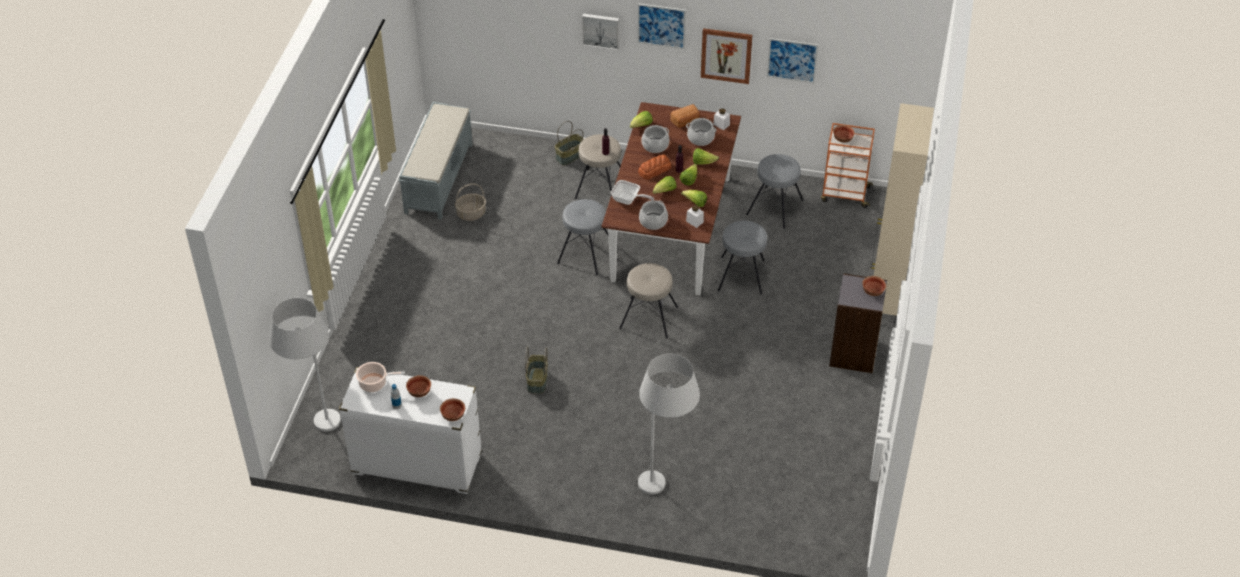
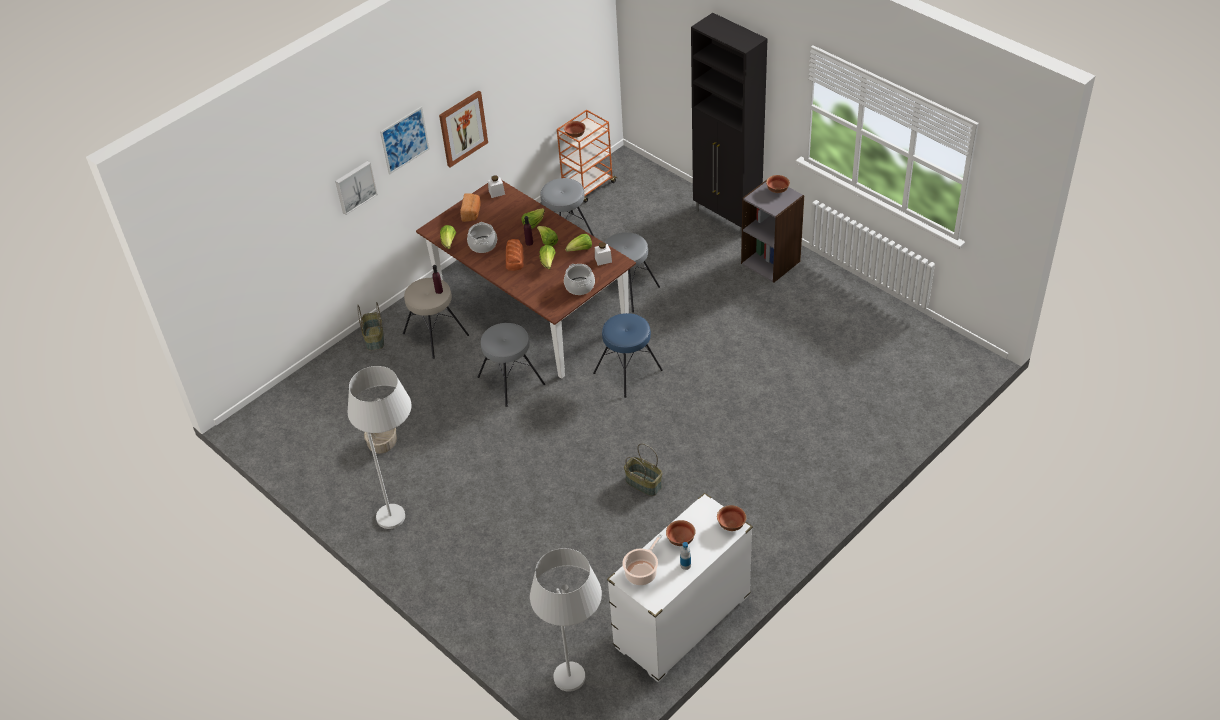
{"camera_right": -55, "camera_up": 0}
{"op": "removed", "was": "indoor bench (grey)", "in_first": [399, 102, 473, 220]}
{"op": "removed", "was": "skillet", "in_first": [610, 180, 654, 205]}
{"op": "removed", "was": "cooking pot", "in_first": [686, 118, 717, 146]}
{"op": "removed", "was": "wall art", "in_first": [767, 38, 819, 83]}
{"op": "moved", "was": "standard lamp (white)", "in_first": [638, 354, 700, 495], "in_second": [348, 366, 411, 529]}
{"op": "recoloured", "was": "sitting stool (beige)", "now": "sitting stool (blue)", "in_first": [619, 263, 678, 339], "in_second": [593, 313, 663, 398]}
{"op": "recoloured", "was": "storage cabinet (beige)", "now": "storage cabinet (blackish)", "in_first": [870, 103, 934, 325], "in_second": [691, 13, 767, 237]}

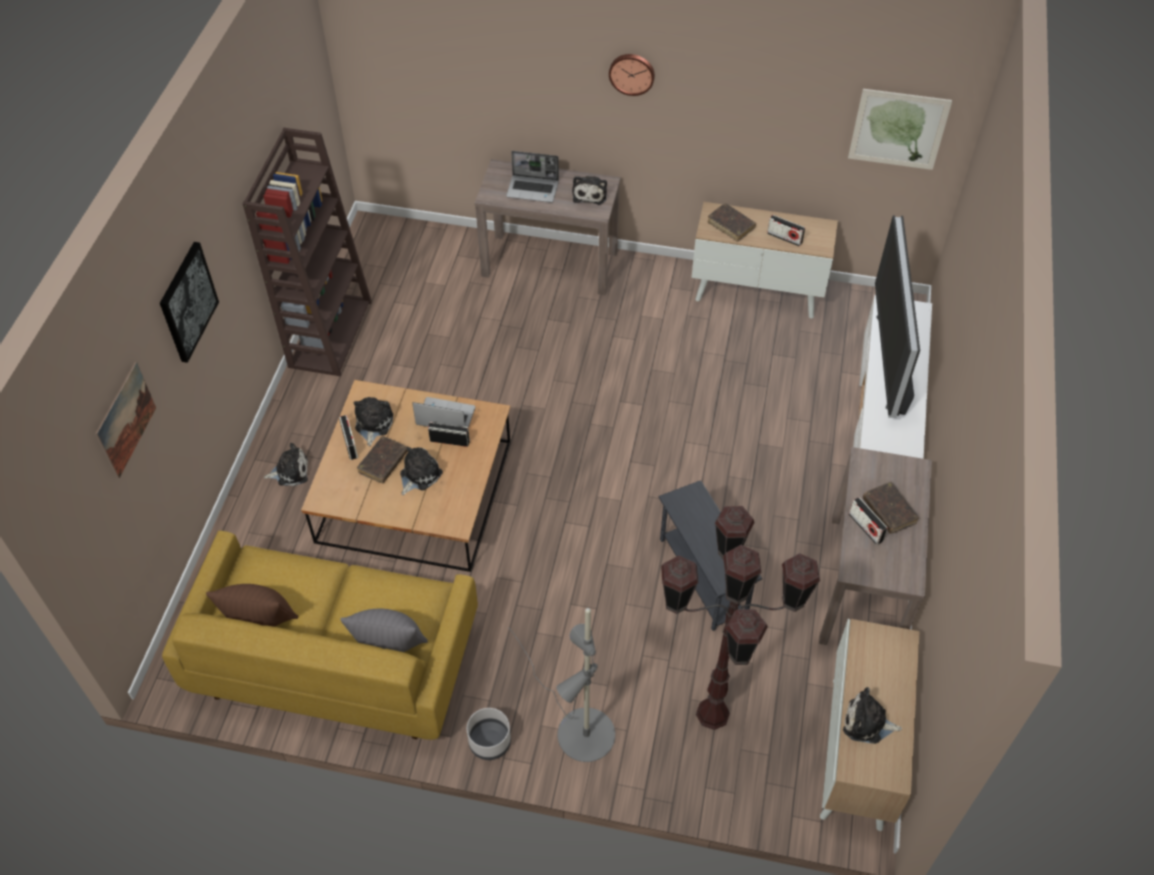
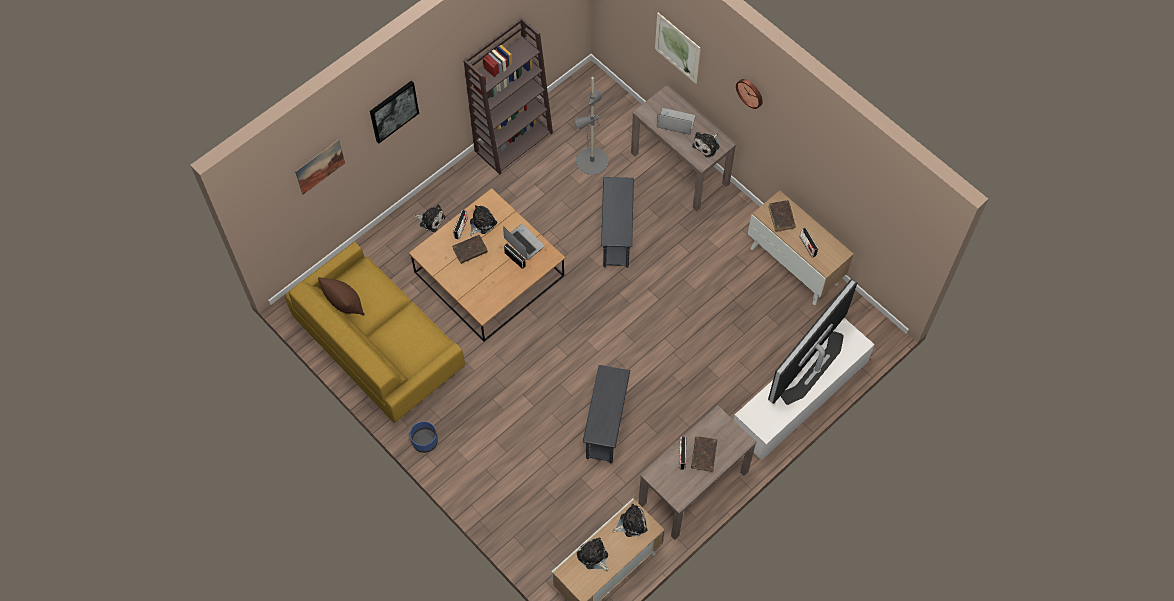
{"camera_right": 35, "camera_up": 10}
{"op": "removed", "was": "throw pillow (grey)", "in_first": [341, 609, 428, 652]}
{"op": "removed", "was": "standard lamp (brown)", "in_first": [661, 506, 820, 730]}
{"op": "added", "now": "accent table (grey)", "in_second": [601, 177, 634, 268]}
{"op": "moved", "was": "soft toy", "in_first": [400, 447, 443, 495], "in_second": [613, 504, 648, 537]}
{"op": "moved", "was": "standard lamp (grey)", "in_first": [508, 608, 615, 762], "in_second": [575, 77, 609, 175]}
{"op": "moved", "was": "wall art", "in_first": [848, 89, 952, 170], "in_second": [655, 13, 701, 84]}
{"op": "recoloured", "was": "plant pot (grey)", "now": "plant pot (blue)", "in_first": [467, 708, 511, 760], "in_second": [410, 421, 438, 453]}
{"op": "turned", "was": "notebook computer", "in_first": [506, 151, 559, 203], "in_second": [657, 108, 695, 135], "clockwise": 150}

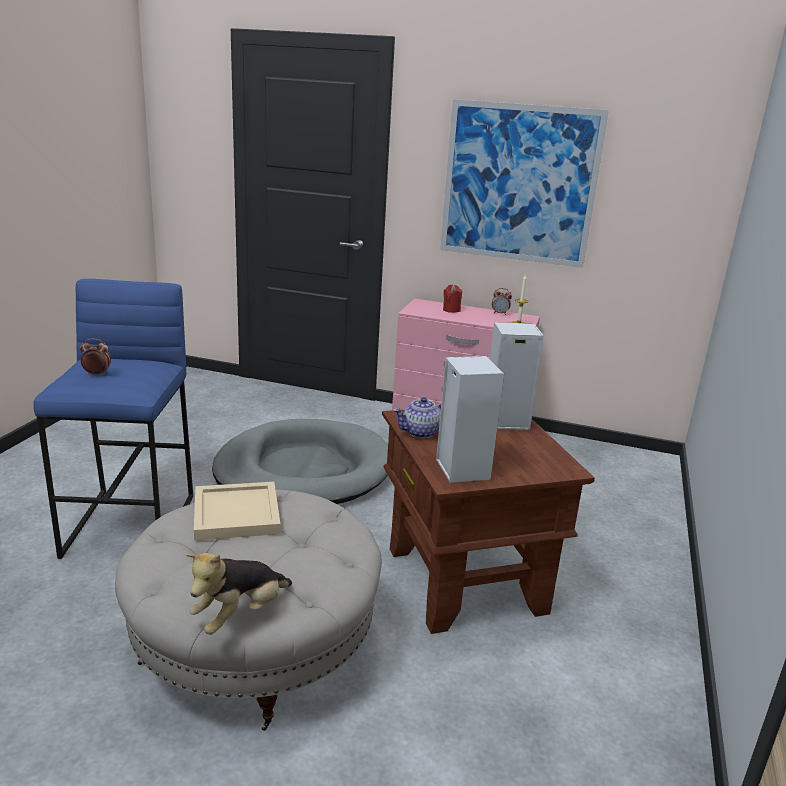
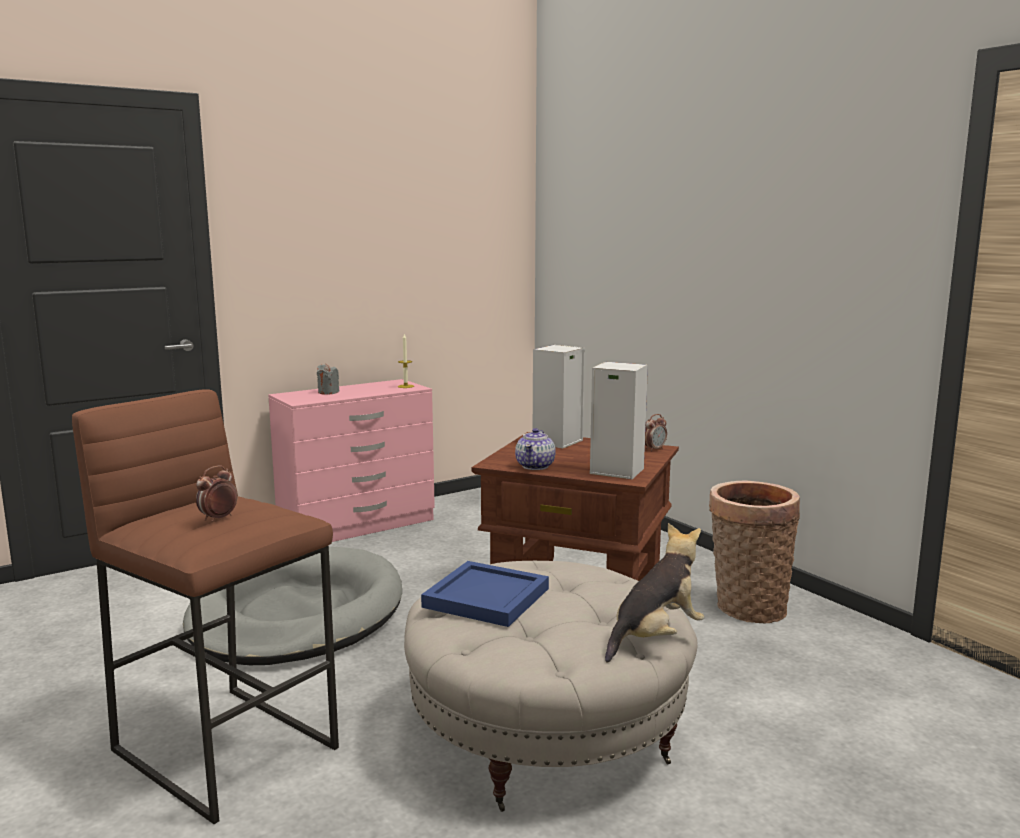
{"camera_right": -50, "camera_up": -10}
{"op": "removed", "was": "wall art", "in_first": [440, 99, 609, 268]}
{"op": "added", "now": "basket", "in_second": [709, 480, 800, 623]}
{"op": "moved", "was": "bedside clock", "in_first": [492, 288, 512, 315], "in_second": [645, 414, 667, 452]}
{"op": "recoloured", "was": "sitting stool (blue)", "now": "sitting stool (brown)", "in_first": [33, 279, 193, 559], "in_second": [72, 389, 339, 824]}
{"op": "recoloured", "was": "carrying tray (beige)", "now": "carrying tray (blue)", "in_first": [194, 482, 281, 541], "in_second": [421, 561, 549, 627]}
{"op": "recoloured", "was": "candle (red-coloured)", "now": "candle (grey)", "in_first": [443, 285, 462, 313], "in_second": [317, 364, 339, 395]}
{"op": "turned", "was": "soft toy", "in_first": [186, 553, 292, 635], "in_second": [605, 523, 704, 663], "clockwise": -120}

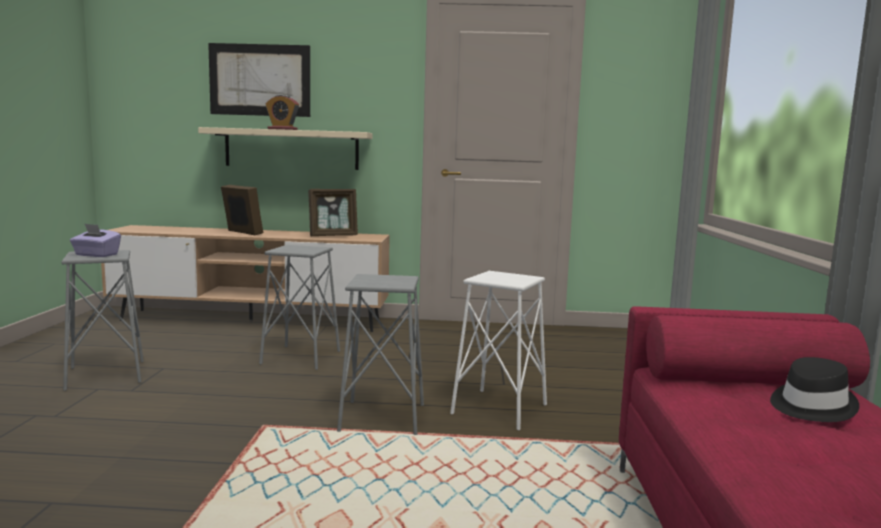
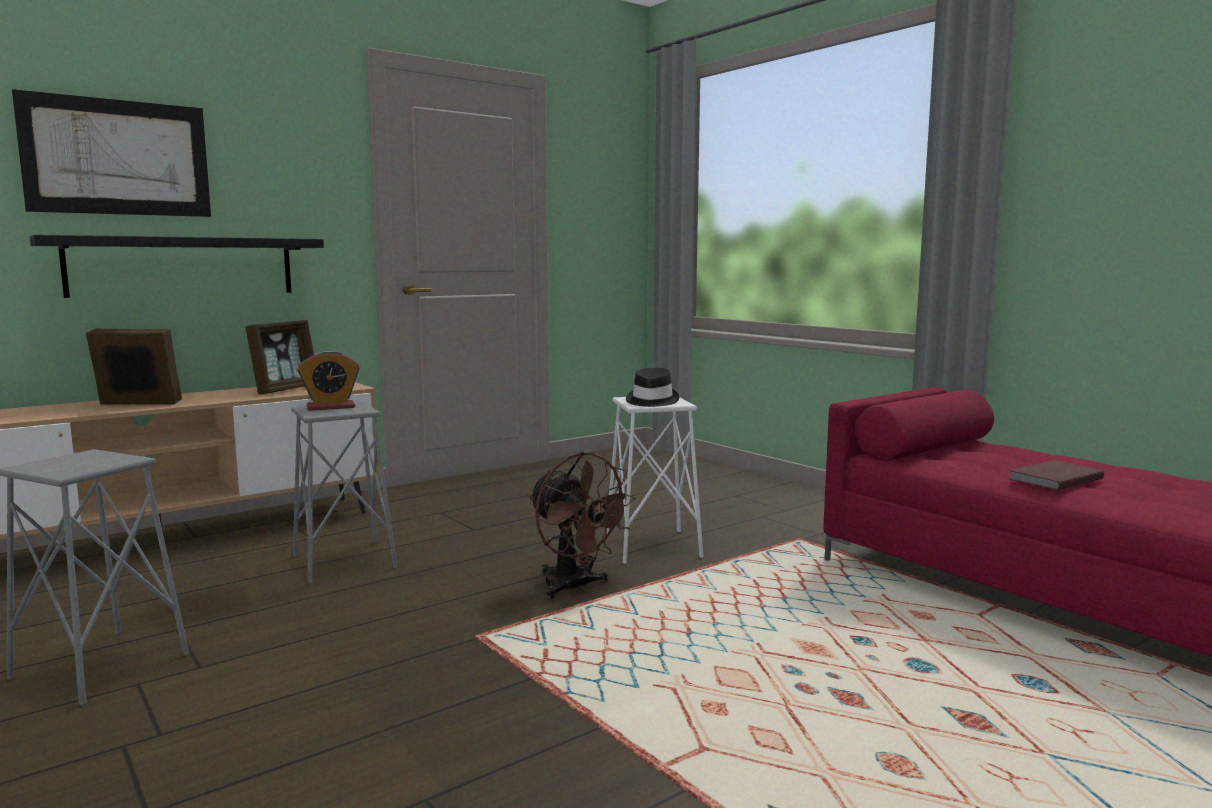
{"camera_right": -40, "camera_up": 0}
{"op": "removed", "was": "box of tissues (purple)", "in_first": [70, 223, 121, 257]}
{"op": "added", "now": "volume (brown)", "in_second": [1009, 460, 1104, 491]}
{"op": "moved", "was": "bedside clock", "in_first": [266, 95, 299, 130], "in_second": [297, 350, 360, 411]}
{"op": "moved", "was": "clothing hat (blackish)", "in_first": [770, 357, 859, 422], "in_second": [626, 368, 679, 407]}
{"op": "replaced", "was": "sitting stool (grey)", "now": "cooling fan (brown)", "in_first": [337, 274, 424, 435], "in_second": [529, 452, 636, 599]}
{"op": "recoloured", "was": "bracket shelf (beige)", "now": "bracket shelf (blackish)", "in_first": [198, 127, 372, 170], "in_second": [30, 235, 324, 298]}

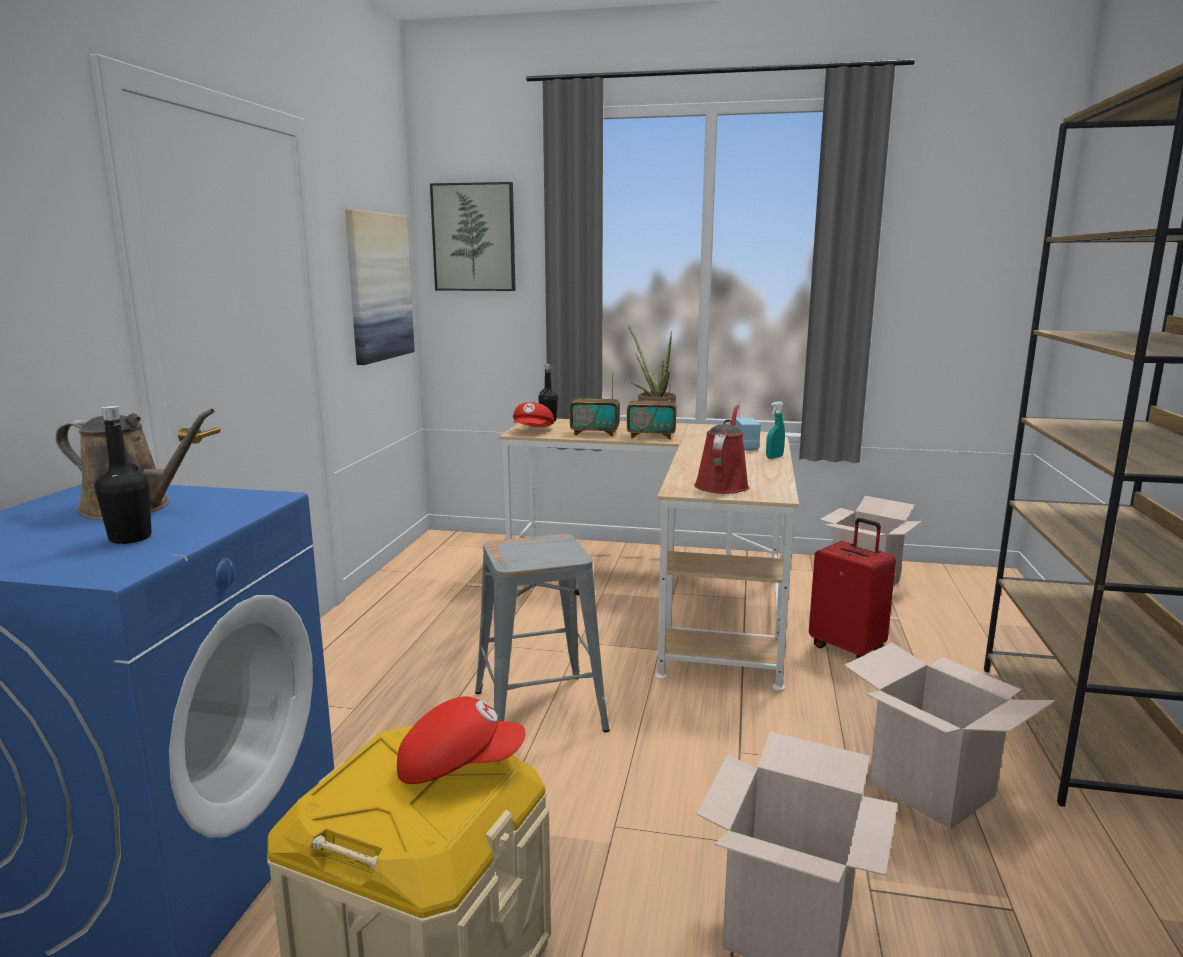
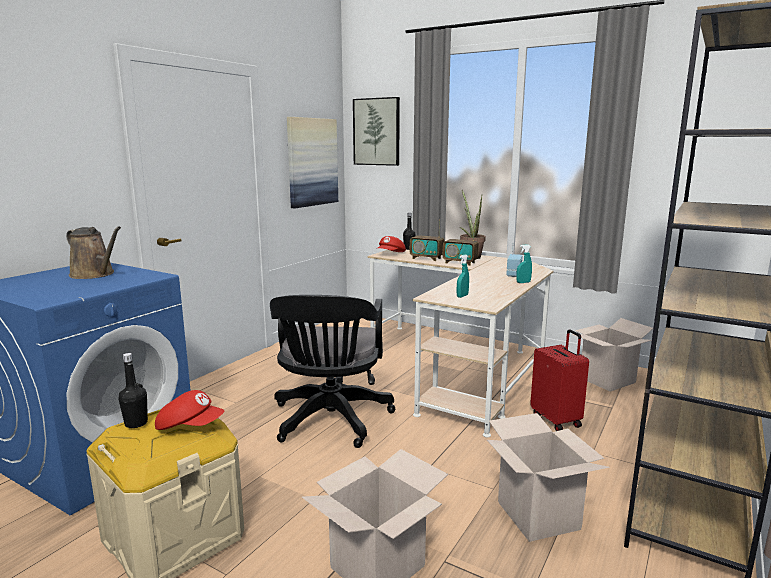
{"camera_right": 20, "camera_up": 0}
{"op": "moved", "was": "beverage bottle (blackish)", "in_first": [95, 406, 152, 544], "in_second": [118, 353, 148, 428]}
{"op": "replaced", "was": "sitting stool (grey)", "now": "office chair (blackish)", "in_first": [475, 534, 610, 733], "in_second": [270, 295, 396, 448]}
{"op": "replaced", "was": "sprinkling can (red-coloured)", "now": "sprayer (turquoise)", "in_first": [694, 405, 750, 494], "in_second": [457, 254, 469, 298]}

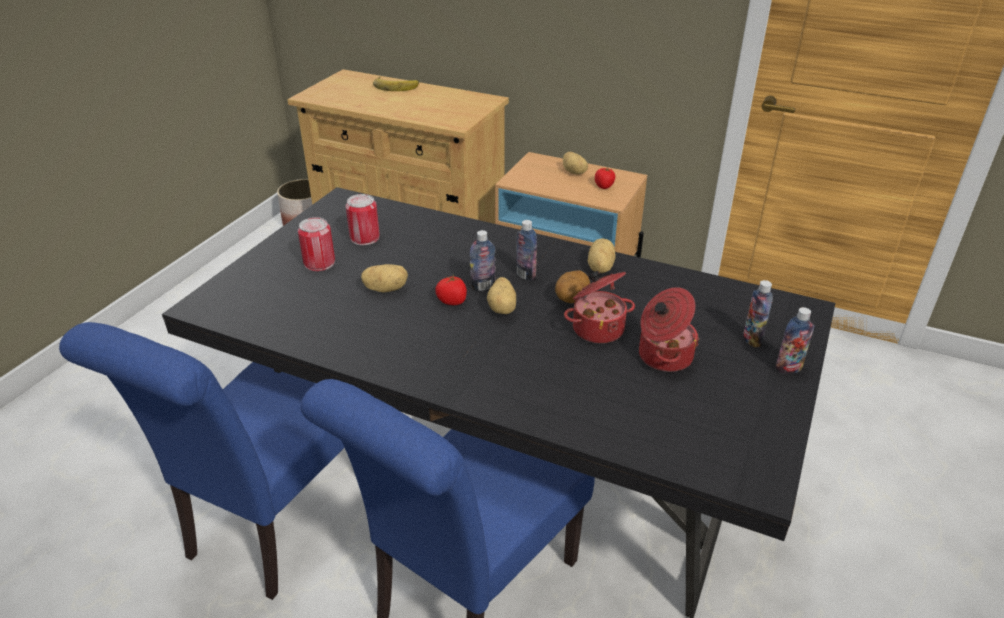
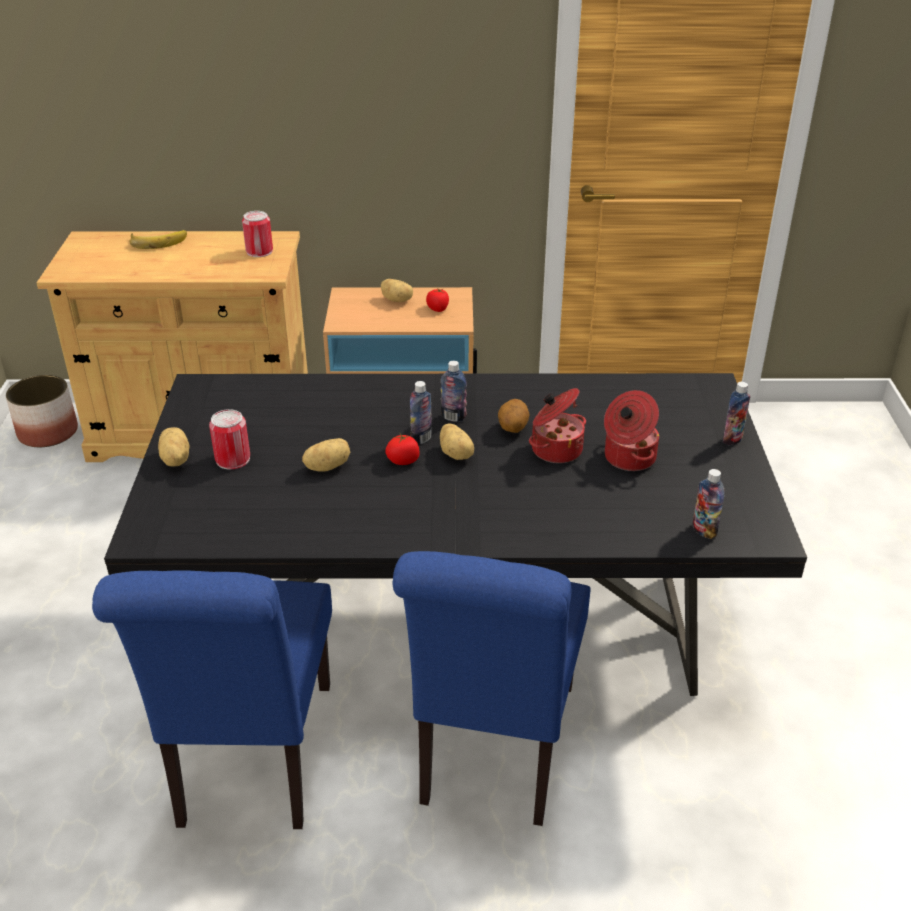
{"camera_right": -25, "camera_up": 0}
{"op": "moved", "was": "sealed can", "in_first": [346, 194, 380, 245], "in_second": [242, 211, 273, 257]}
{"op": "moved", "was": "whole potato", "in_first": [588, 238, 616, 273], "in_second": [158, 427, 190, 467]}
{"op": "moved", "was": "beverage bottle", "in_first": [743, 280, 773, 347], "in_second": [692, 469, 724, 539]}

